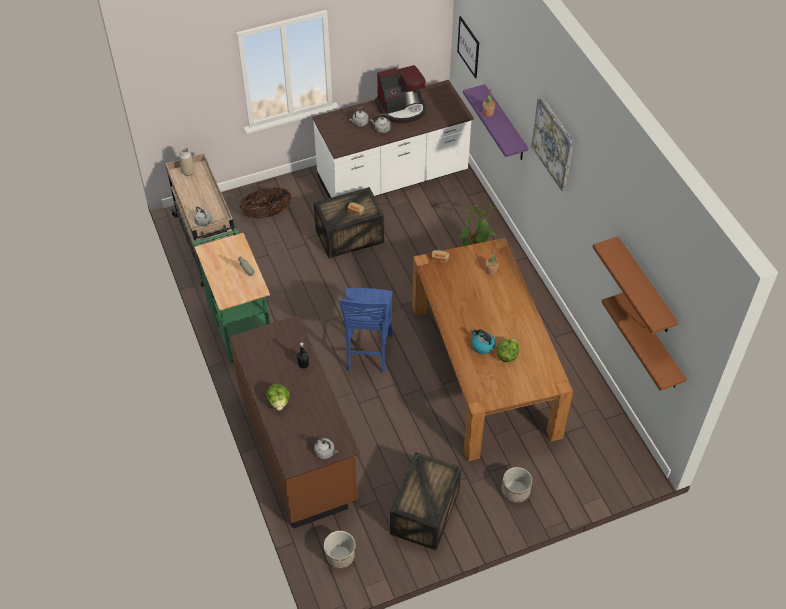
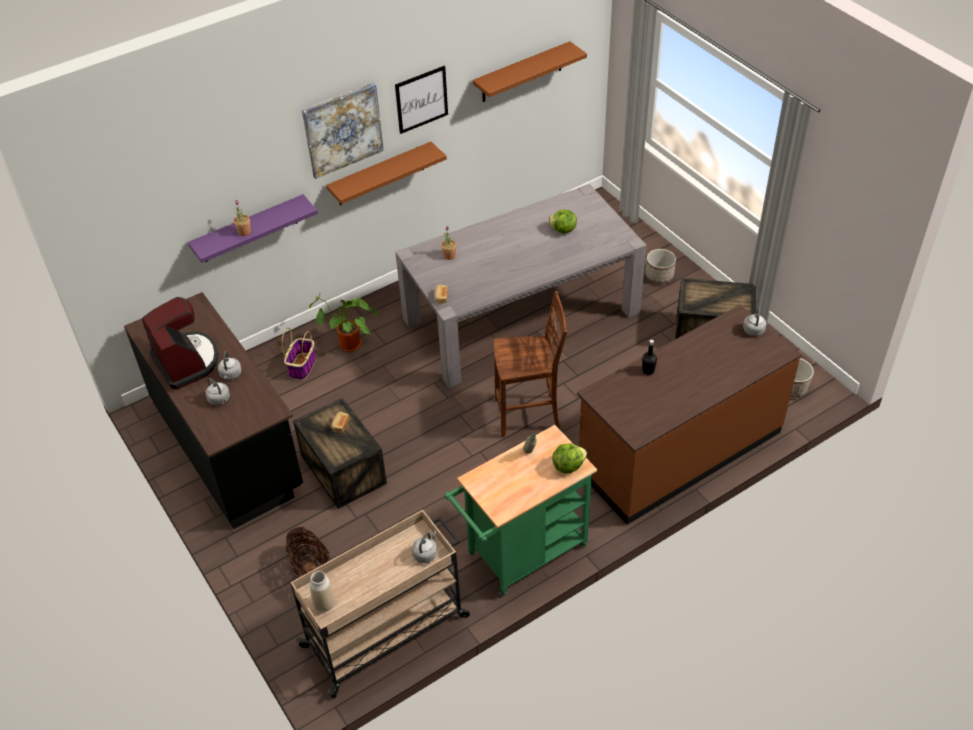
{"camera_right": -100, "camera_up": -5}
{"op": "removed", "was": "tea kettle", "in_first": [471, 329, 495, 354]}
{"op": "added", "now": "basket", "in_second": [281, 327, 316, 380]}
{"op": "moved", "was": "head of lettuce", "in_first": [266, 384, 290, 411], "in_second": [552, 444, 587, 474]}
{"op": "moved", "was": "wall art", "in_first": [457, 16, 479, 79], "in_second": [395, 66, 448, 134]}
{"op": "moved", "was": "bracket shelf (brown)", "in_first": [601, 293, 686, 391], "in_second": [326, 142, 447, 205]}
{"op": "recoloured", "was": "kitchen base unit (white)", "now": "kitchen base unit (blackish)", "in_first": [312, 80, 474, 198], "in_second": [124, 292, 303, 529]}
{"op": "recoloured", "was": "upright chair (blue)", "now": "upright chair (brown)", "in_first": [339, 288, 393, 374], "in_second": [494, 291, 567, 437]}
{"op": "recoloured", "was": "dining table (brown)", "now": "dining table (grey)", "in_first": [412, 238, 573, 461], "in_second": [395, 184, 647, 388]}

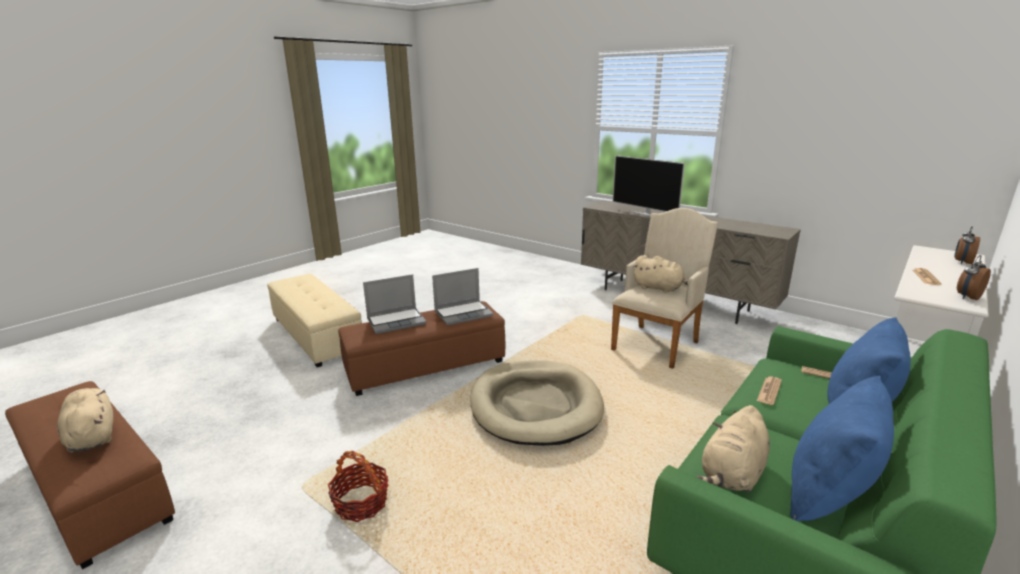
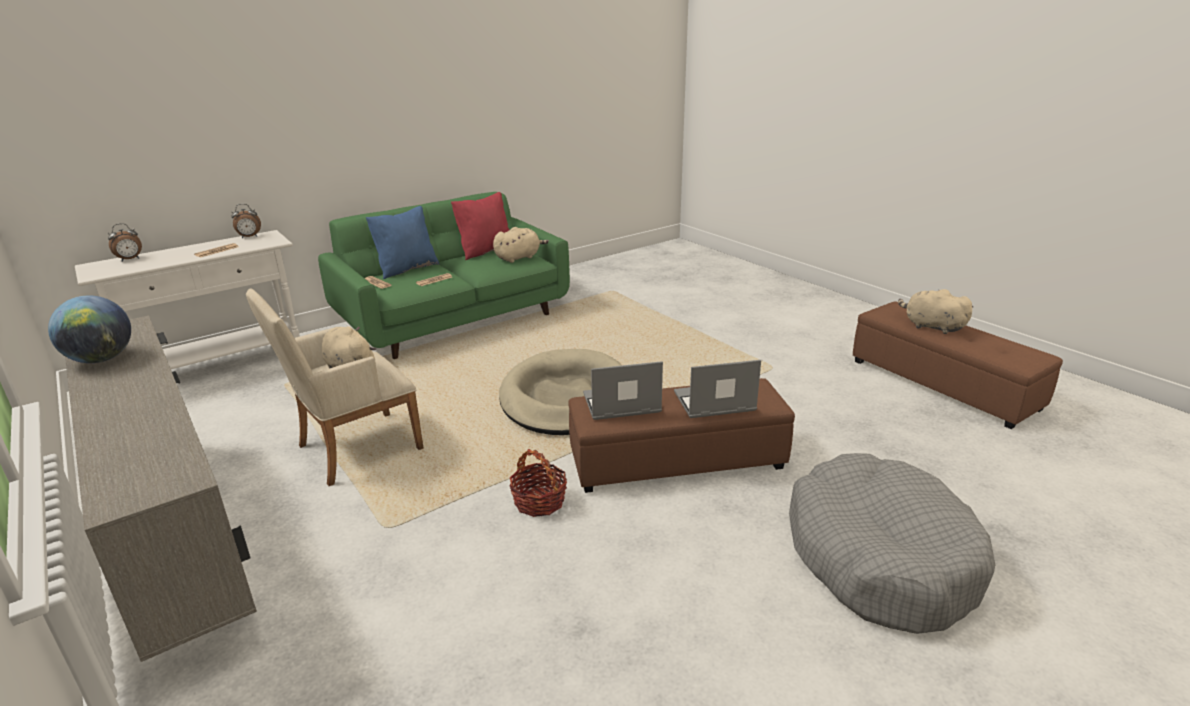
{"camera_right": -165, "camera_up": 5}
{"op": "removed", "was": "TV set", "in_first": [612, 155, 685, 216]}
{"op": "added", "now": "world globe", "in_second": [48, 295, 131, 363]}
{"op": "moved", "was": "basket", "in_first": [328, 451, 389, 522], "in_second": [509, 449, 567, 517]}
{"op": "replaced", "was": "pouffe (beige)", "now": "dog bed (grey)", "in_first": [267, 274, 362, 367], "in_second": [789, 453, 995, 634]}
{"op": "recoloured", "was": "throw pillow (blue)", "now": "throw pillow (red-coloured)", "in_first": [790, 376, 894, 521], "in_second": [451, 192, 509, 260]}
{"op": "turned", "was": "soft toy (beige)", "in_first": [57, 388, 113, 453], "in_second": [898, 289, 973, 334], "clockwise": 150}

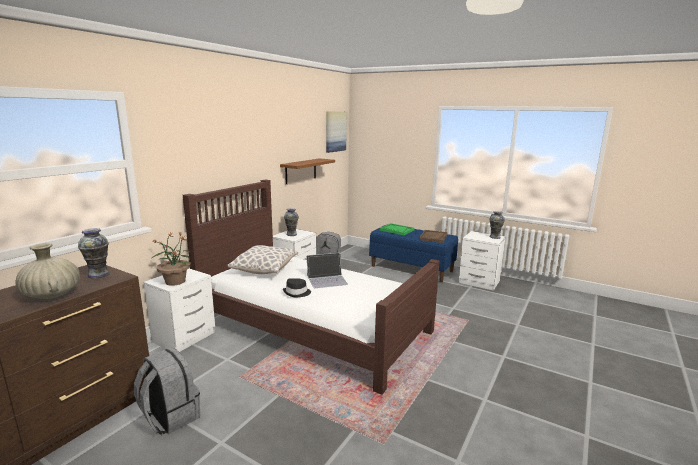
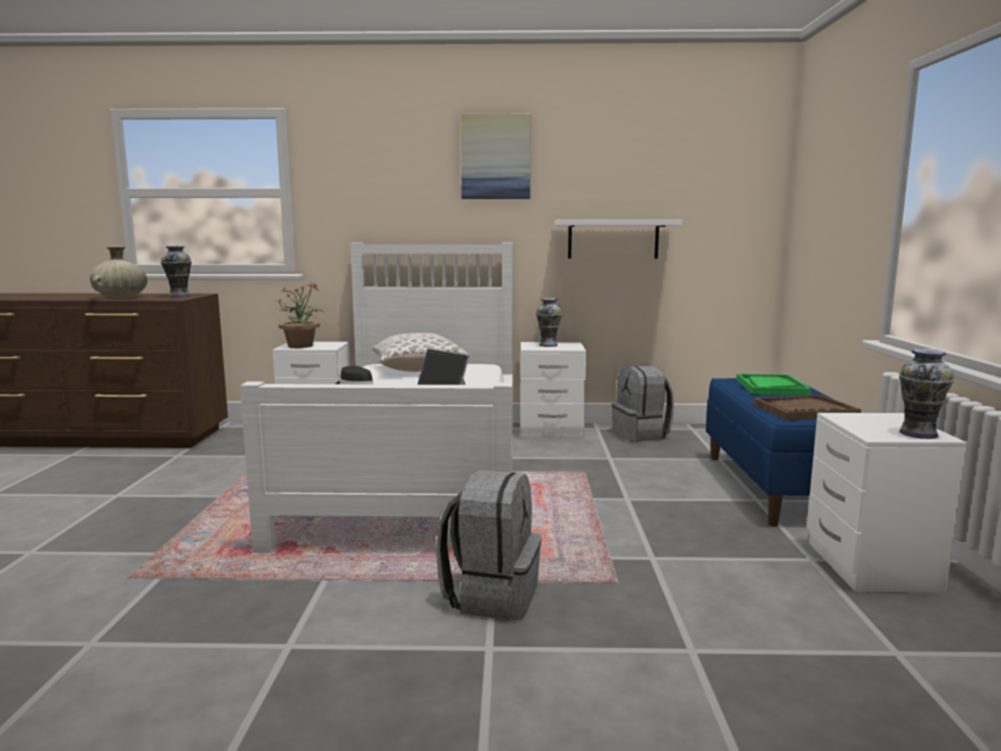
{"camera_right": 60, "camera_up": -5}
{"op": "moved", "was": "backpack (grey)", "in_first": [134, 347, 200, 435], "in_second": [436, 470, 541, 620]}
{"op": "moved", "was": "wall art", "in_first": [326, 111, 347, 153], "in_second": [461, 114, 531, 199]}
{"op": "recoloured", "was": "bed (brown)", "now": "bed (white)", "in_first": [183, 180, 440, 395], "in_second": [240, 242, 513, 553]}
{"op": "recoloured", "was": "bracket shelf (brown)", "now": "bracket shelf (white)", "in_first": [280, 158, 335, 184], "in_second": [555, 220, 682, 259]}

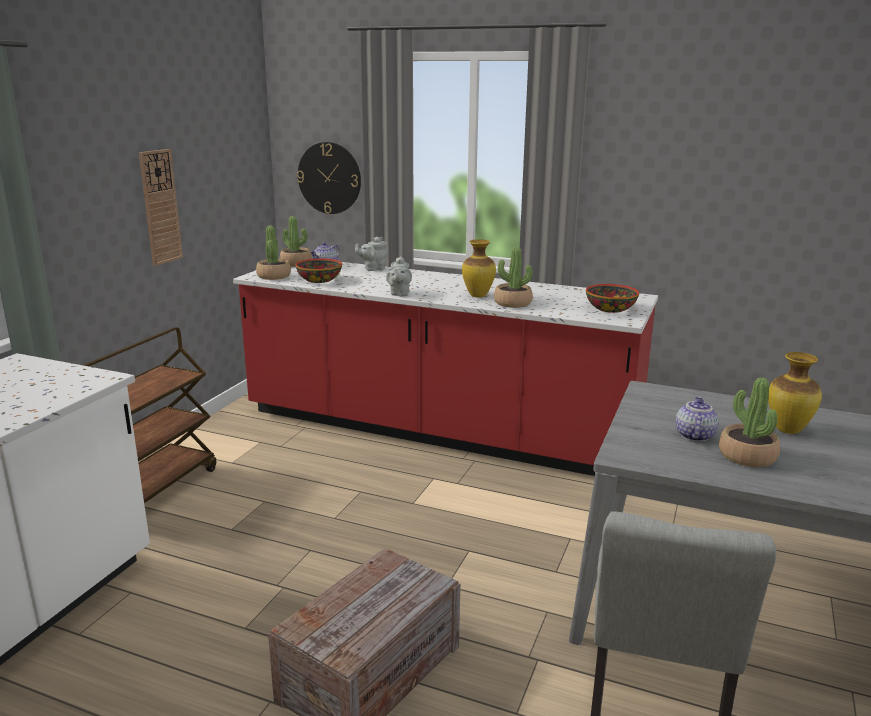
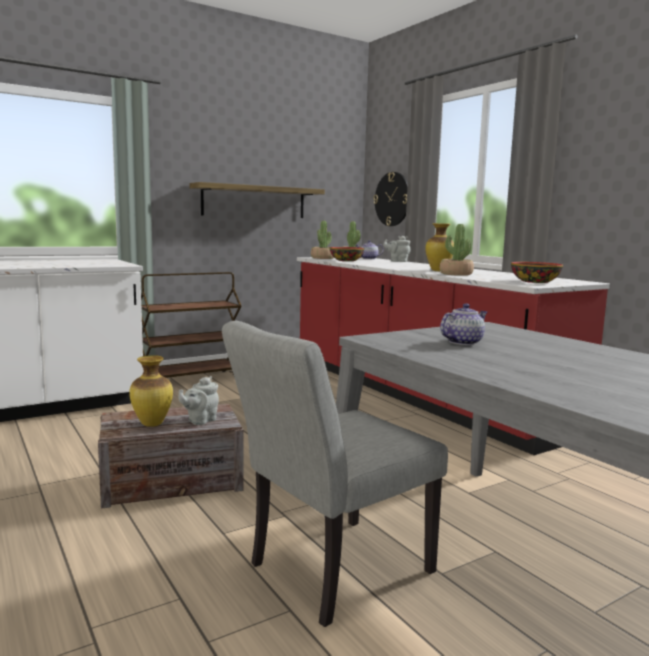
{"camera_right": 35, "camera_up": -10}
{"op": "removed", "was": "plant in a pot", "in_first": [719, 377, 780, 467]}
{"op": "moved", "was": "teapot (grey)", "in_first": [386, 256, 412, 297], "in_second": [179, 376, 219, 425]}
{"op": "moved", "was": "vase", "in_first": [768, 352, 822, 434], "in_second": [129, 355, 173, 427]}
{"op": "replaced", "was": "wall clock", "now": "bracket shelf", "in_first": [139, 149, 183, 266], "in_second": [189, 182, 325, 218]}

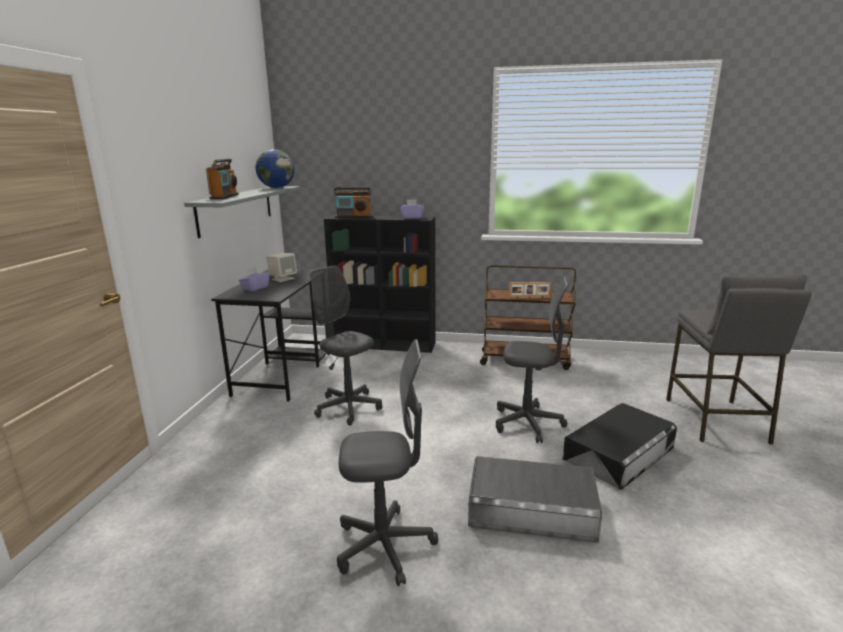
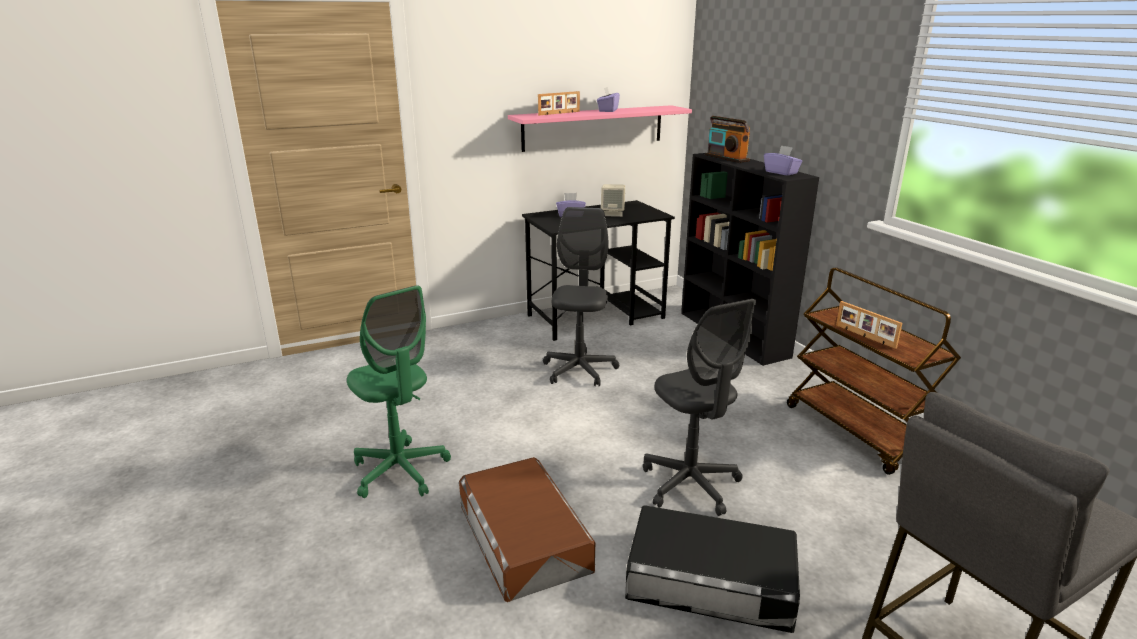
{"camera_right": 55, "camera_up": 5}
{"op": "removed", "was": "world globe", "in_first": [256, 149, 294, 188]}
{"op": "added", "now": "box of tissues (purple)", "in_second": [597, 87, 620, 112]}
{"op": "replaced", "was": "radio", "now": "picture frame", "in_first": [206, 158, 239, 200], "in_second": [538, 91, 580, 115]}
{"op": "recoloured", "was": "bracket shelf (grey)", "now": "bracket shelf (pinkish)", "in_first": [184, 186, 300, 238], "in_second": [508, 105, 692, 152]}
{"op": "recoloured", "was": "office chair (grey)", "now": "office chair (green)", "in_first": [337, 339, 439, 586], "in_second": [347, 285, 451, 498]}
{"op": "recoloured", "was": "storage bin (grey)", "now": "storage bin (brown)", "in_first": [468, 456, 602, 543], "in_second": [459, 457, 595, 602]}

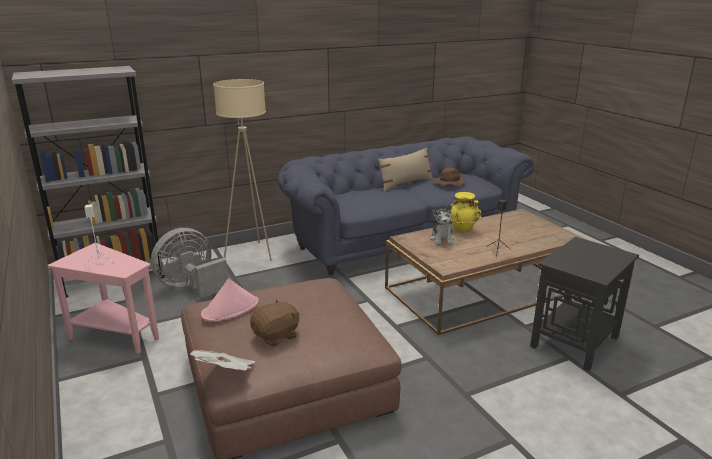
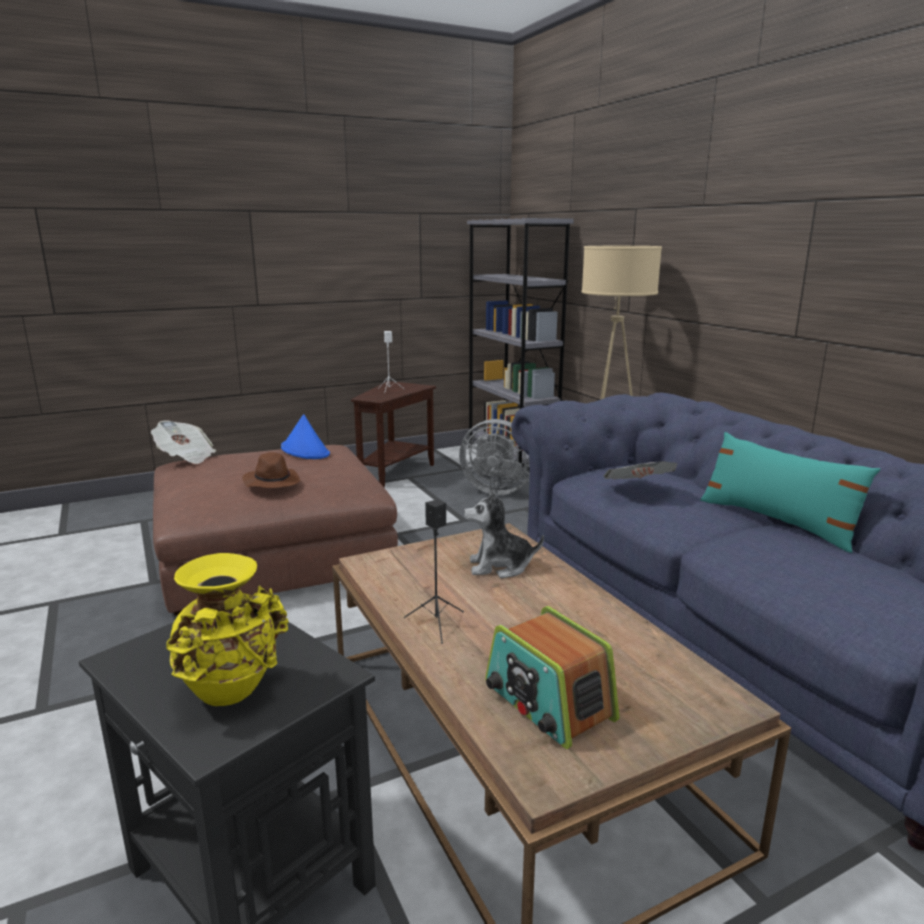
{"camera_right": 90, "camera_up": -5}
{"op": "removed", "was": "soft toy (brown)", "in_first": [250, 299, 299, 347]}
{"op": "added", "now": "radio", "in_second": [485, 606, 619, 749]}
{"op": "added", "now": "daily paper", "in_second": [603, 461, 677, 479]}
{"op": "moved", "was": "clothing hat (brown)", "in_first": [434, 167, 466, 186], "in_second": [242, 452, 301, 488]}
{"op": "moved", "was": "vase (yellowish)", "in_first": [450, 192, 481, 233], "in_second": [166, 553, 288, 706]}
{"op": "recoloured", "was": "accent table (pinkish)", "now": "accent table (brown)", "in_first": [47, 243, 159, 354], "in_second": [351, 381, 436, 487]}
{"op": "recoloured", "was": "clothing hat (pinkish)", "now": "clothing hat (blue)", "in_first": [201, 278, 259, 322], "in_second": [281, 414, 330, 459]}
{"op": "recoloured", "was": "throw pillow (beige)", "now": "throw pillow (turquoise)", "in_first": [378, 148, 433, 191], "in_second": [700, 432, 880, 553]}
{"op": "turned", "was": "cooling fan (grey)", "in_first": [151, 228, 228, 298], "in_second": [459, 419, 530, 495], "clockwise": 150}

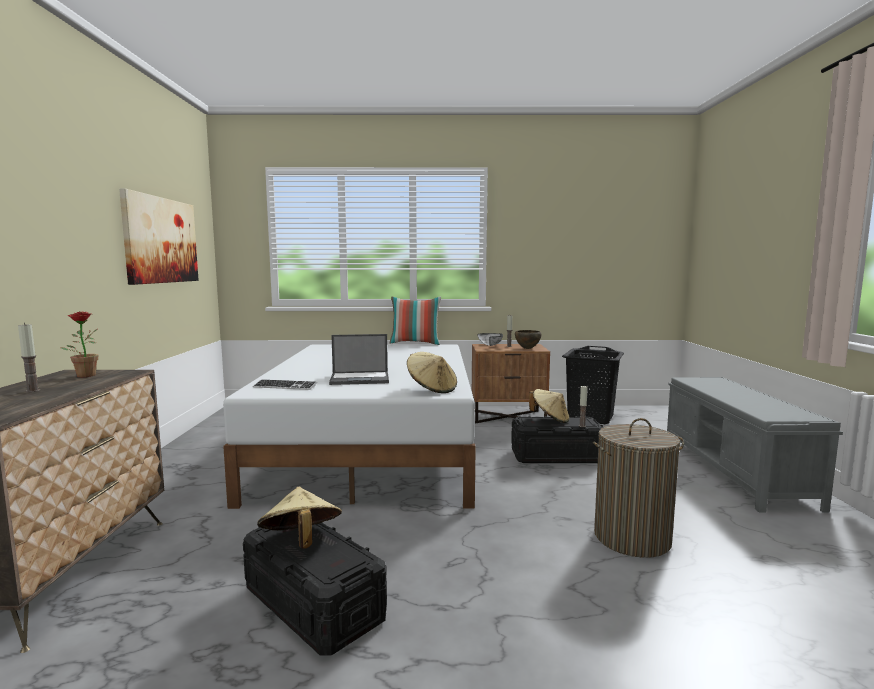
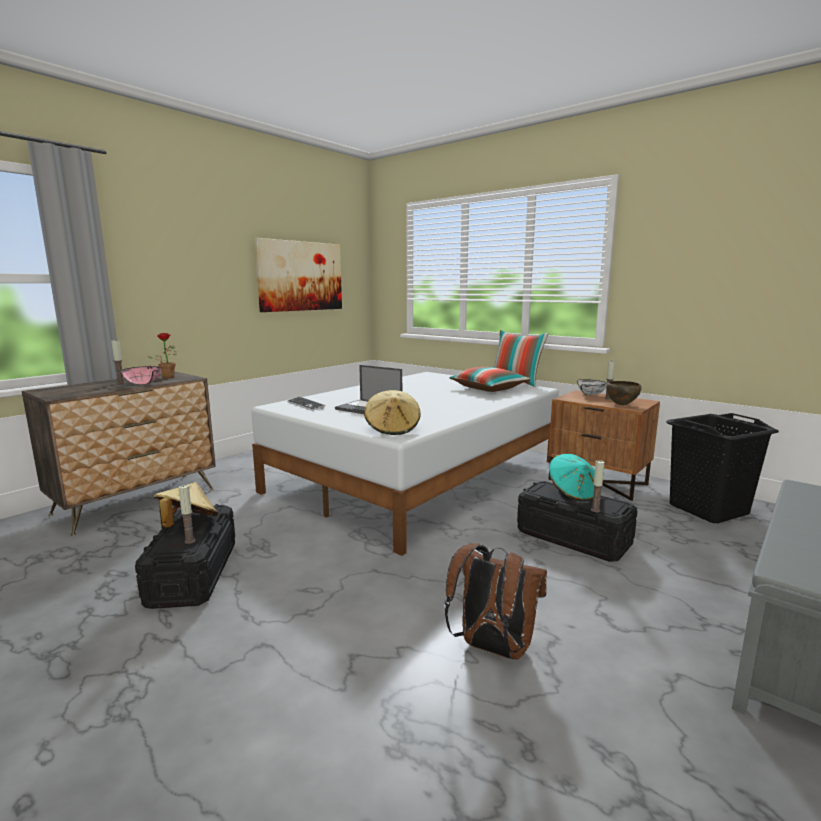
{"camera_right": 40, "camera_up": 5}
{"op": "added", "now": "bowl (pinkish)", "in_second": [121, 366, 162, 385]}
{"op": "added", "now": "candle", "in_second": [178, 485, 195, 544]}
{"op": "added", "now": "throw pillow", "in_second": [449, 367, 530, 392]}
{"op": "replaced", "was": "laundry basket", "now": "backpack (brown)", "in_first": [593, 418, 684, 558], "in_second": [445, 543, 547, 660]}
{"op": "recoloured", "was": "clothing hat (beige)", "now": "clothing hat (turquoise)", "in_first": [529, 389, 570, 423], "in_second": [549, 454, 595, 501]}

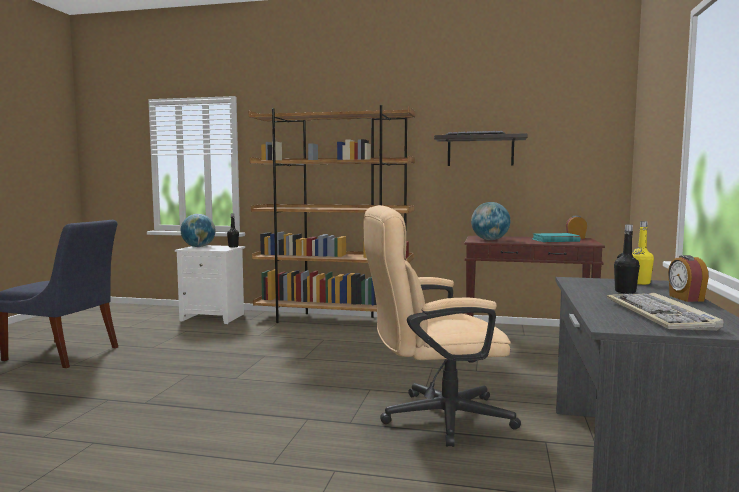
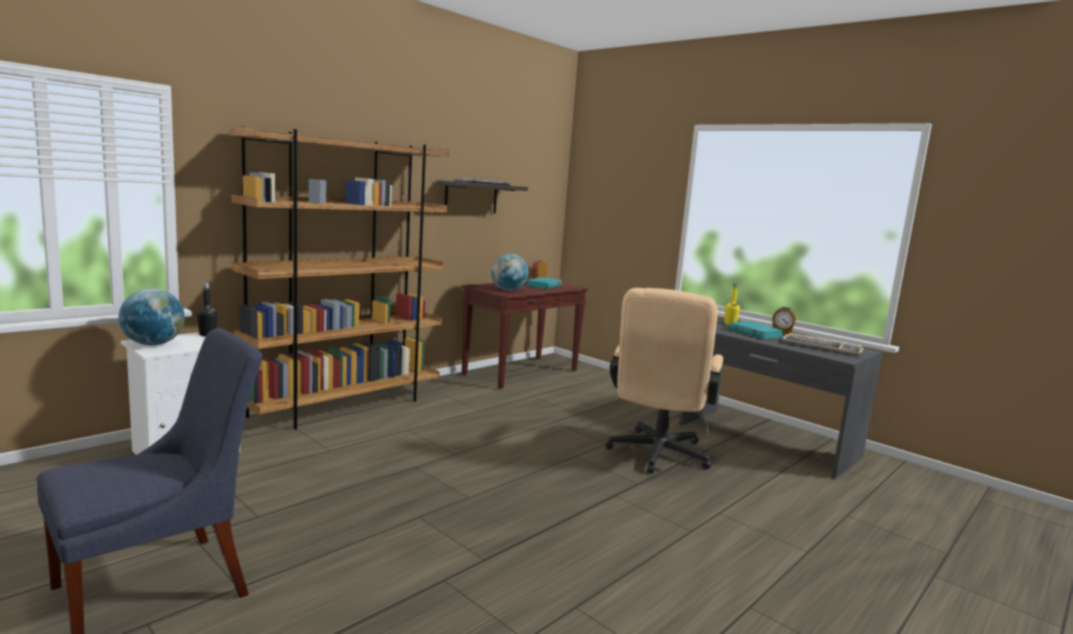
{"camera_right": -60, "camera_up": 5}
{"op": "replaced", "was": "beverage bottle (blackish)", "now": "volume (turquoise)", "in_first": [614, 225, 640, 294], "in_second": [729, 321, 784, 339]}

